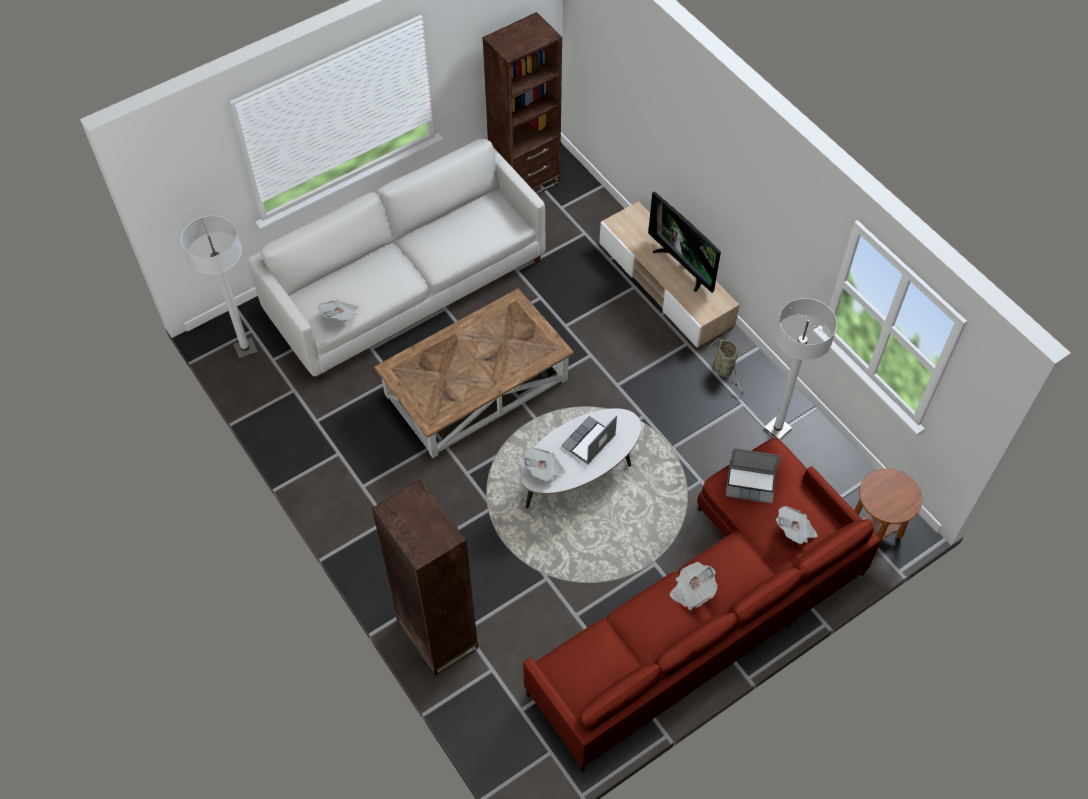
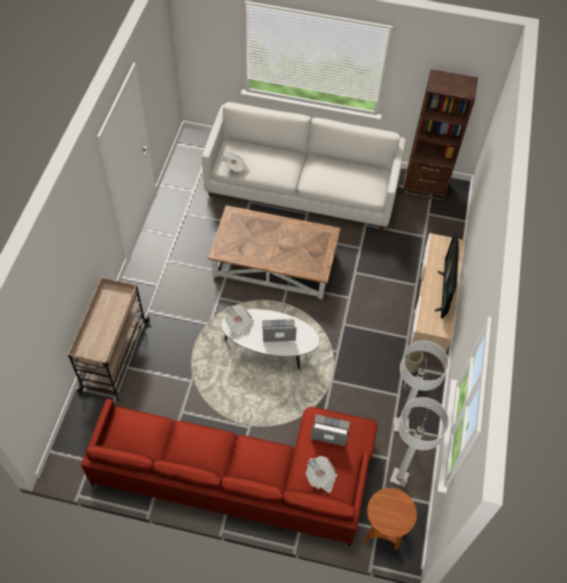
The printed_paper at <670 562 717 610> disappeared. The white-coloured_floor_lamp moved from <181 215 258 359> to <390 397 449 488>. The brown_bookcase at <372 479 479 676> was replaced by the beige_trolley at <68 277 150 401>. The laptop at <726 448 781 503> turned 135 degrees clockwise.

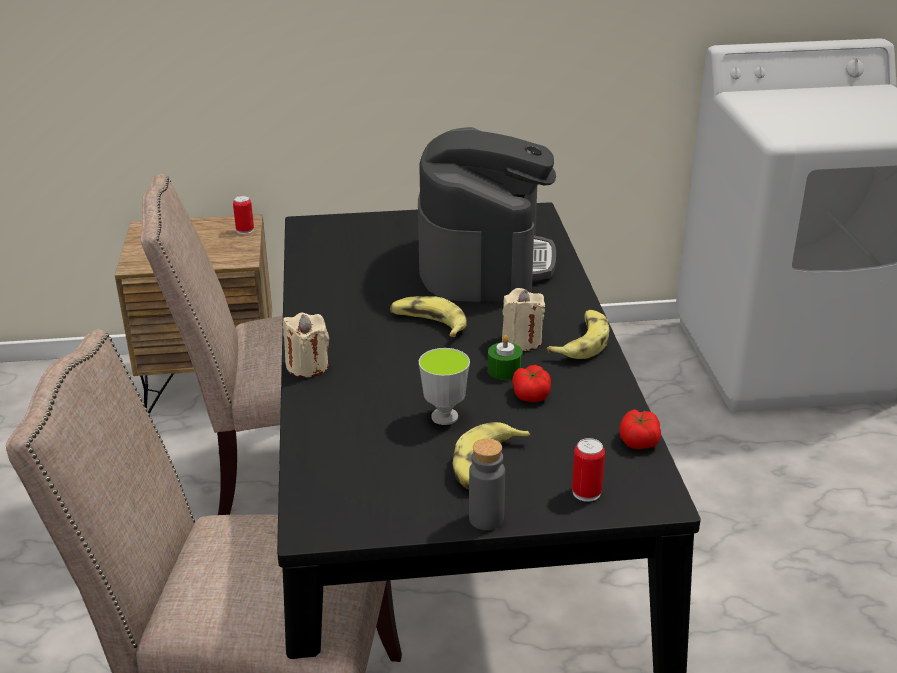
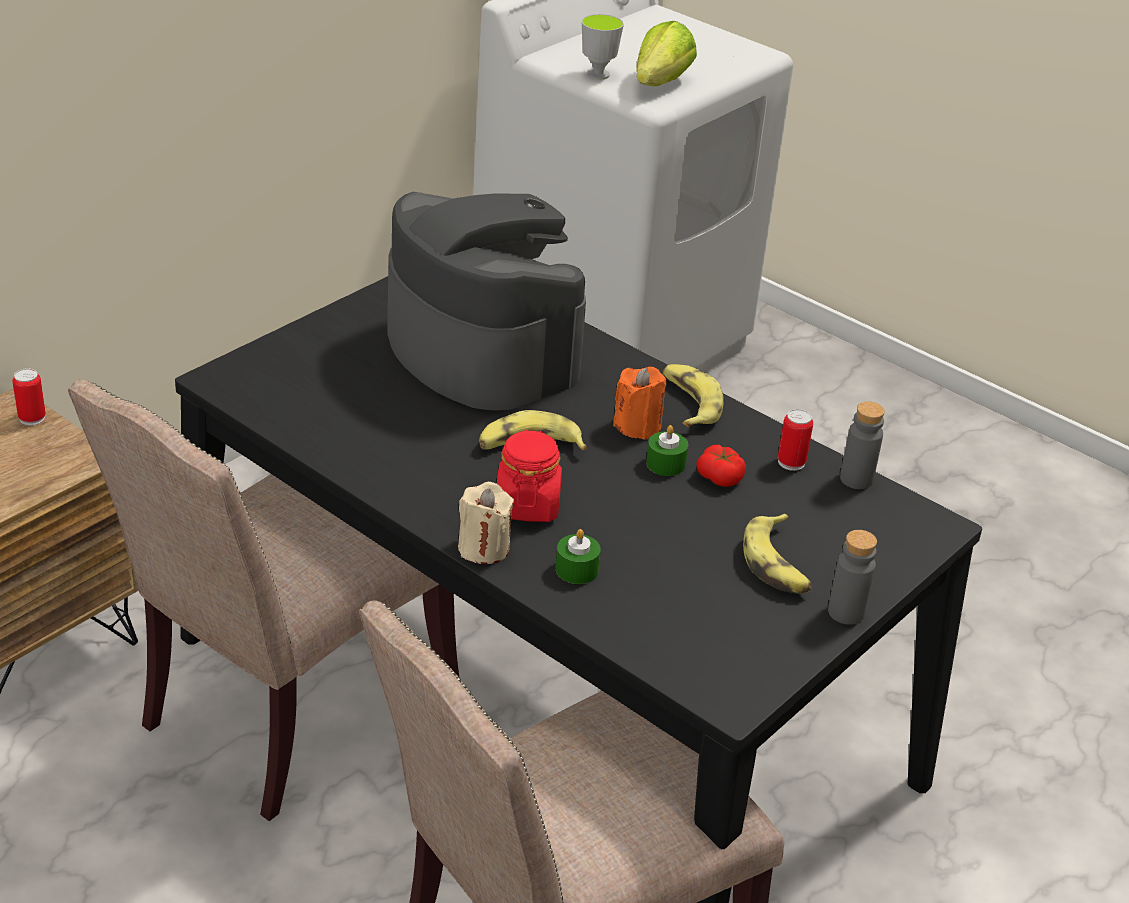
The reddish_jar at <497 430 562 522> appeared. The greenish_candle at <556 529 601 584> appeared. The lettuce_head at <636 21 697 86> appeared. The small_cup moved from <419 348 470 425> to <581 14 624 80>. The metal_can moved from <572 438 605 502> to <778 409 813 471>. The fresh_tomato at <619 409 661 450> was replaced by the greyish_drink_bottle at <840 402 885 489>. The beige_candle at <502 288 545 351> became the orangey_candle at <613 367 667 440>.

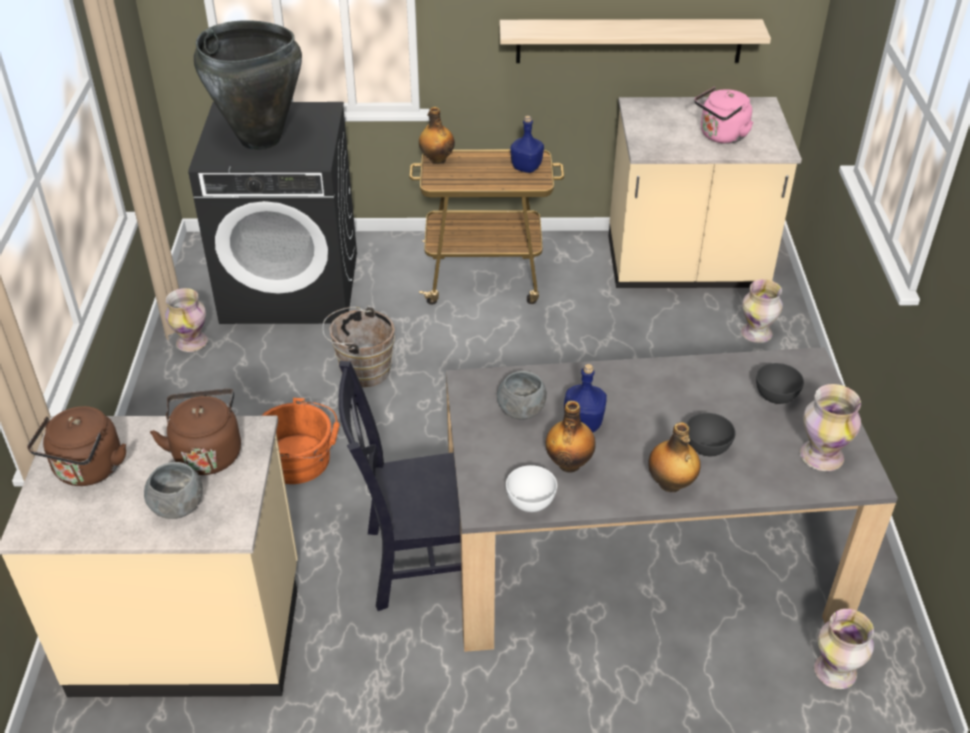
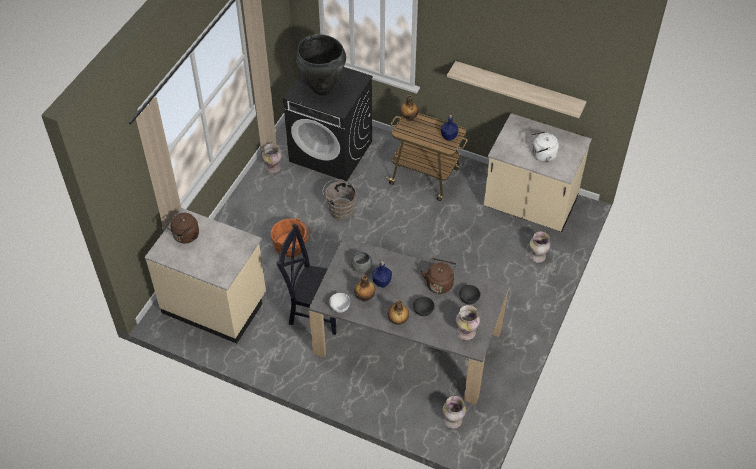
The greyish_serving_bowl at <144 462 203 519> disappeared. The brown_kettle moved from <150 389 241 475> to <421 258 457 294>. The pinkish_kettle at <694 87 754 144> became the white-coloured_kettle at <530 131 559 162>.

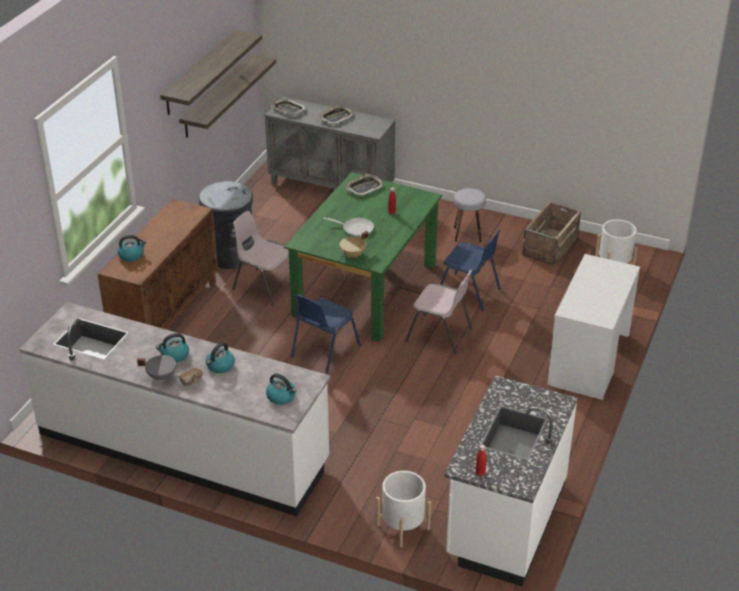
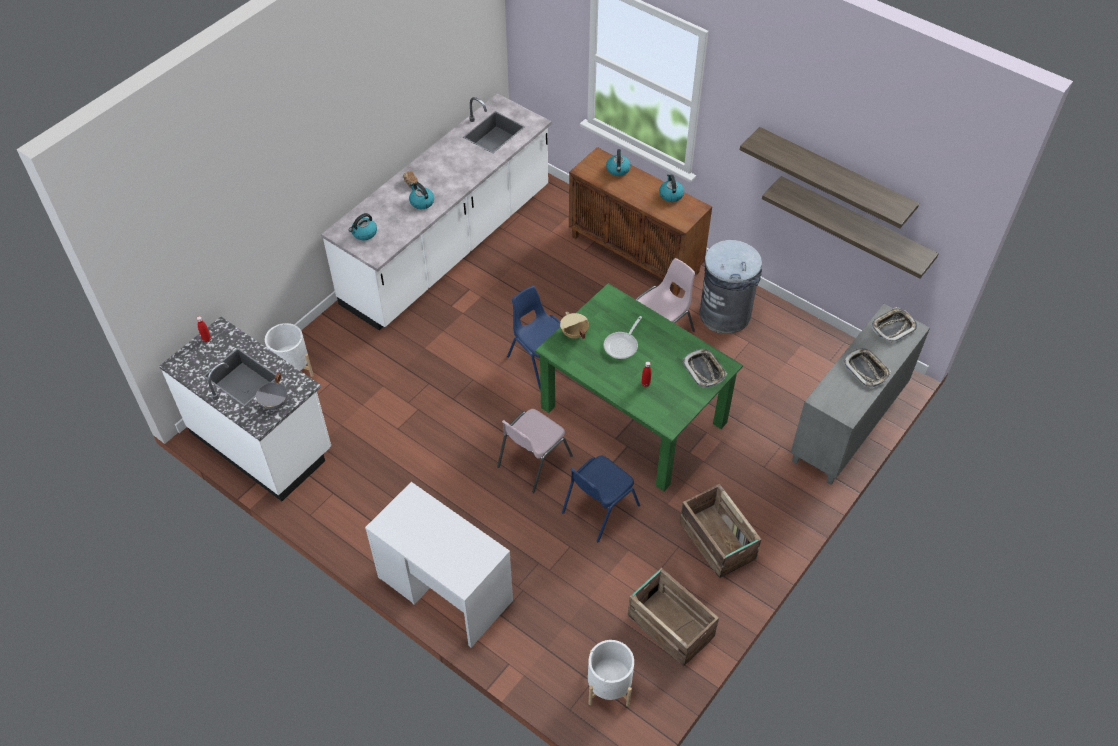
The greyish_cooking_pot moved from <137 355 180 382> to <256 372 287 410>. The kettle moved from <156 333 189 363> to <659 174 684 202>. The greyish_sitting_stool at <454 188 486 242> was replaced by the shipping_crate at <679 484 762 578>.

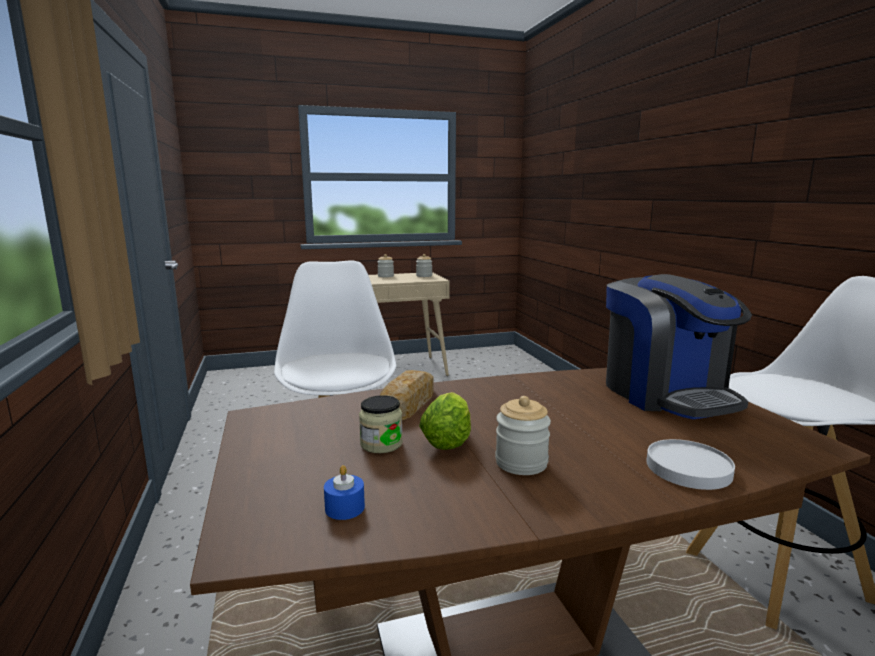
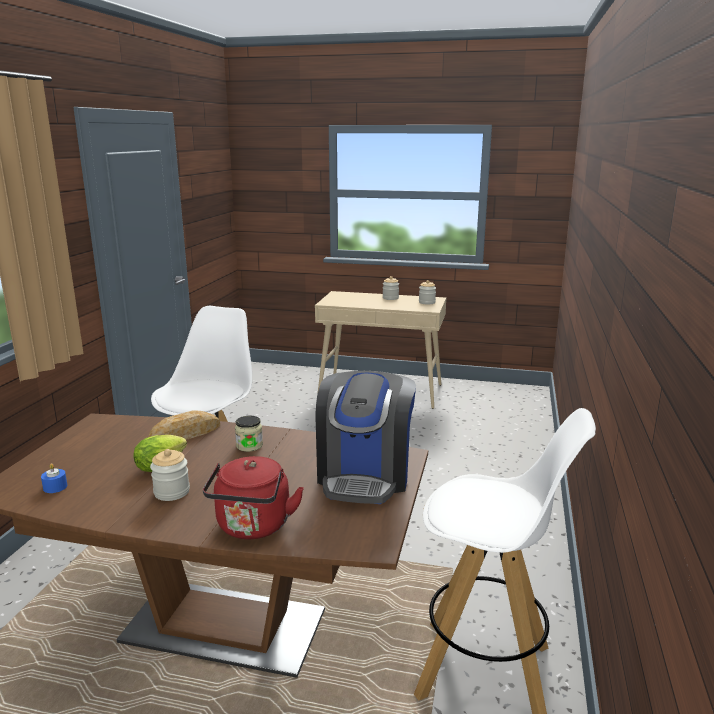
The jar moved from <359 395 403 453> to <235 416 263 452>. The white-coloured_flat_dish at <646 439 735 490> was replaced by the reddish_kettle at <203 456 304 539>.

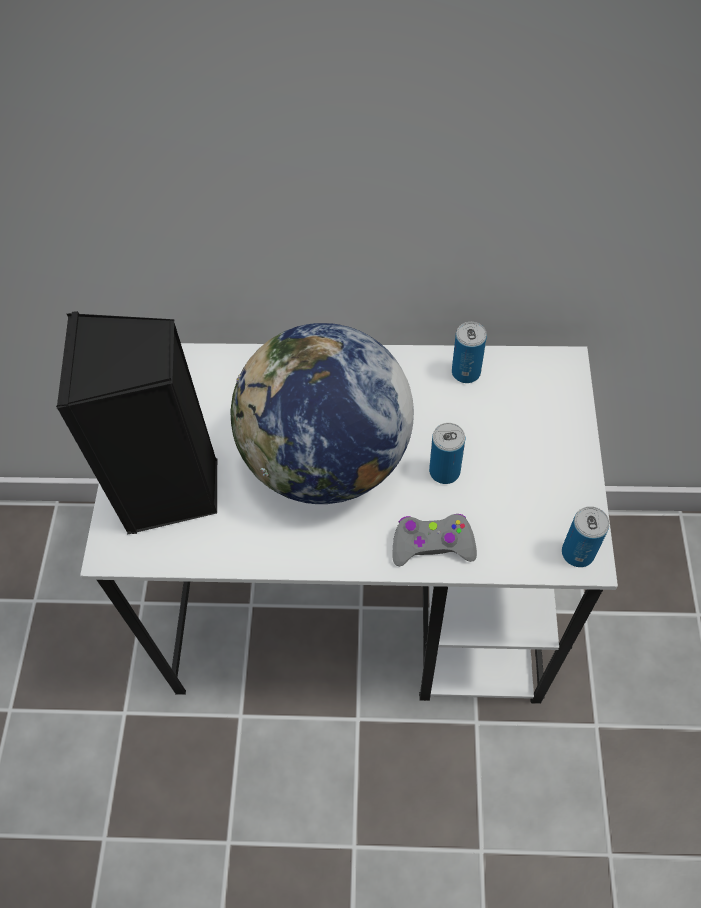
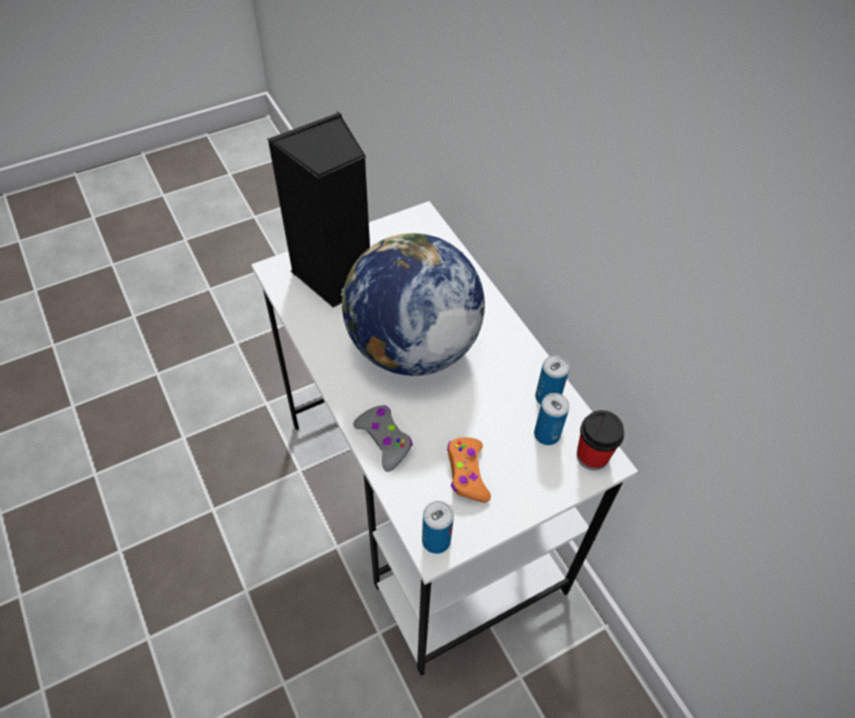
The orangey_game_controller at <447 437 491 503> appeared. The small_cup at <577 410 624 471> appeared. The metal_can moved from <429 423 465 484> to <534 393 569 445>.

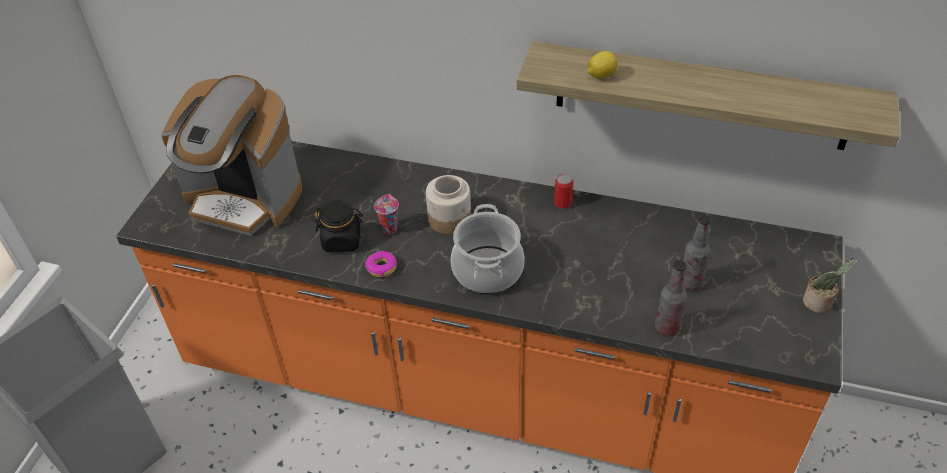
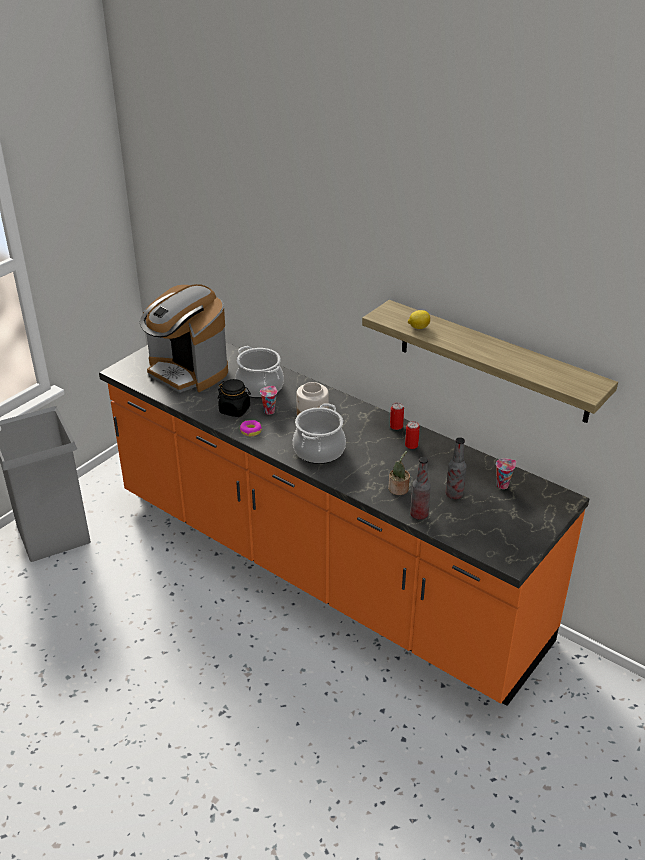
The cooking_pot at <235 346 284 398> appeared. The metal_can at <405 421 420 449> appeared. The small_cup at <496 458 516 489> appeared. The potted_plant moved from <803 258 855 313> to <388 451 410 495>.

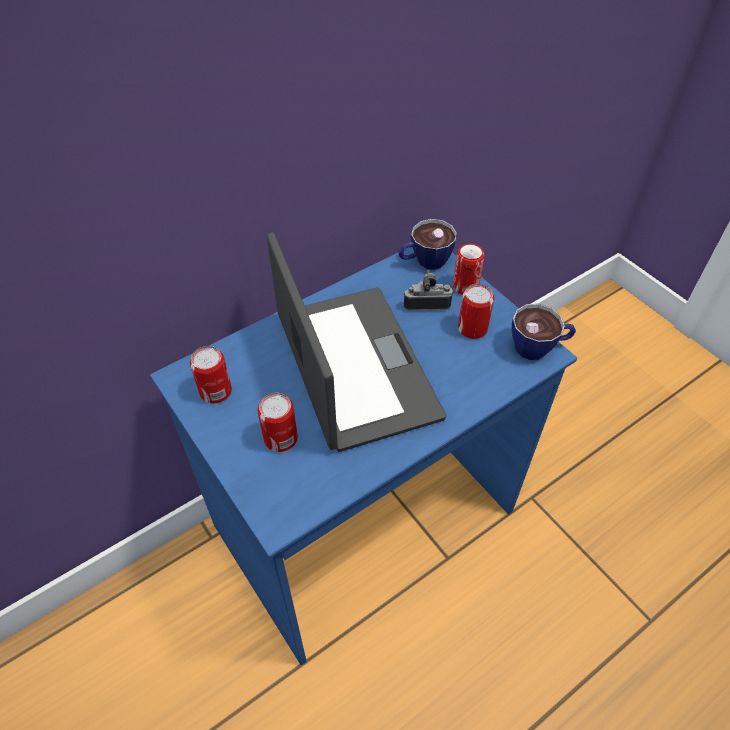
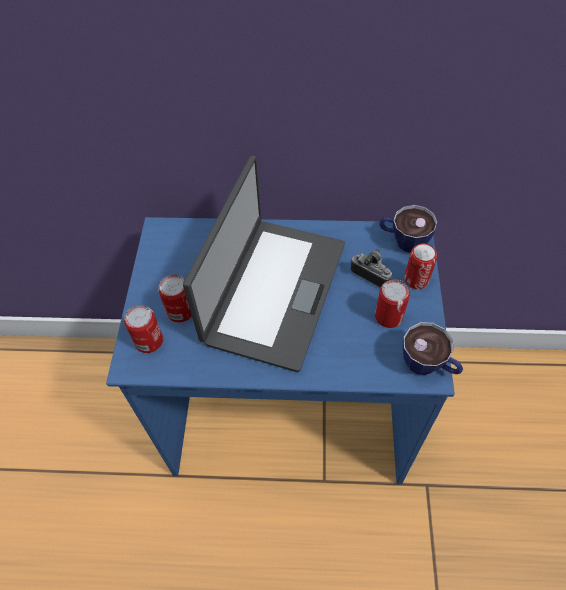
The metal_can moved from <190 346 232 404> to <124 305 163 353>.

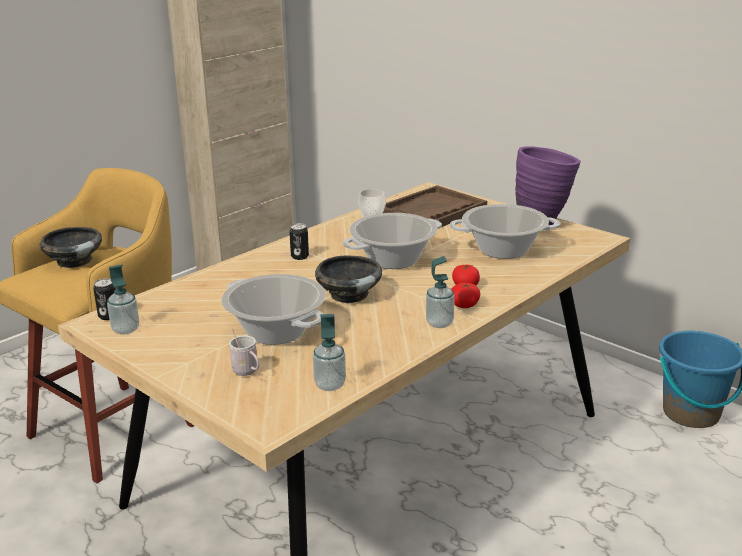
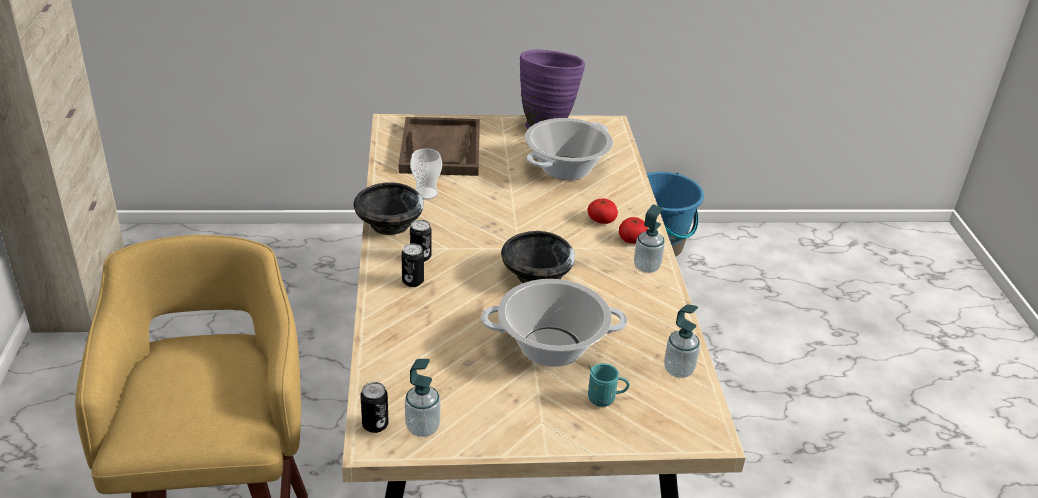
The cooking_pot at <343 213 442 269> disappeared. The metal_can at <401 243 424 287> appeared. The black-coloured_serving_bowl moved from <40 227 102 268> to <354 183 424 235>. The white-coloured_mug at <229 329 260 376> became the turquoise-coloured_mug at <588 363 630 407>.

